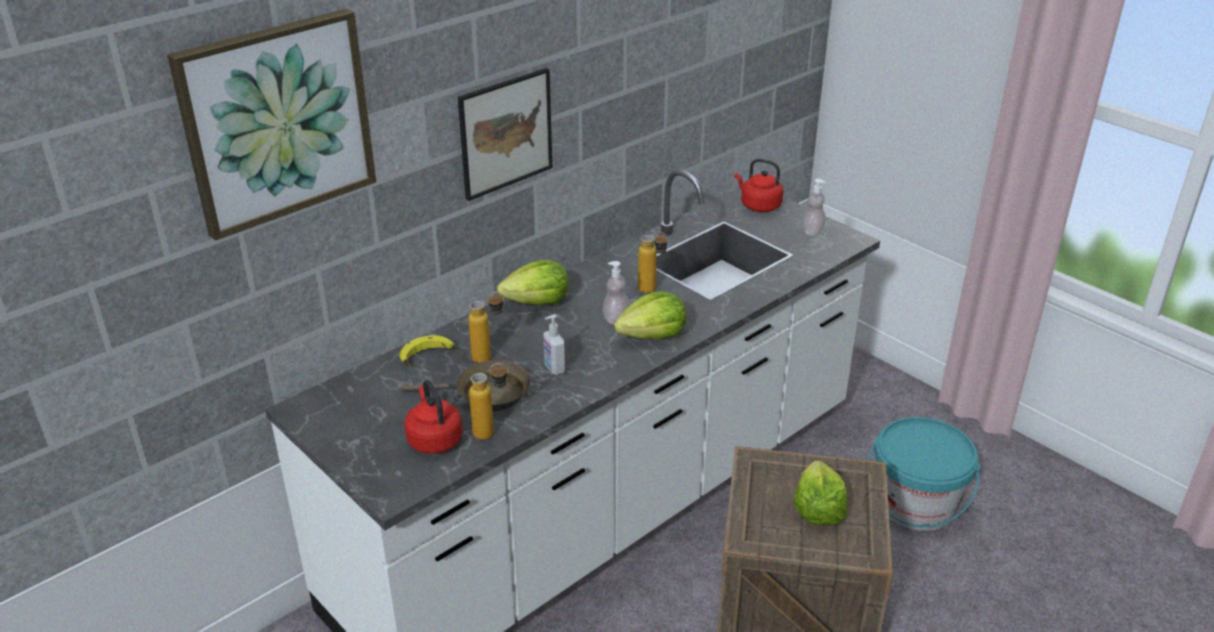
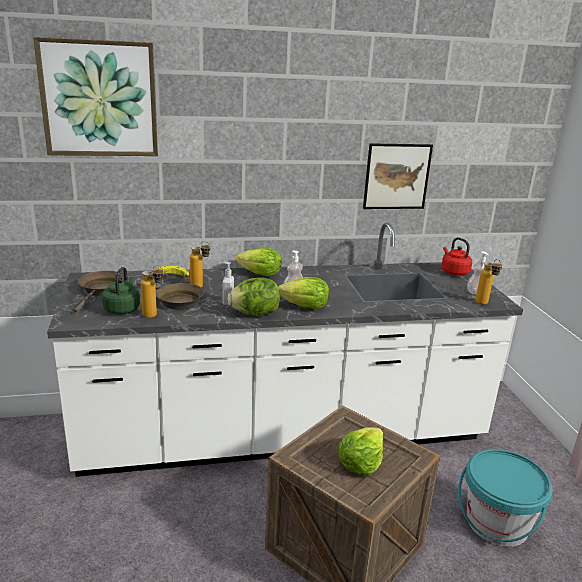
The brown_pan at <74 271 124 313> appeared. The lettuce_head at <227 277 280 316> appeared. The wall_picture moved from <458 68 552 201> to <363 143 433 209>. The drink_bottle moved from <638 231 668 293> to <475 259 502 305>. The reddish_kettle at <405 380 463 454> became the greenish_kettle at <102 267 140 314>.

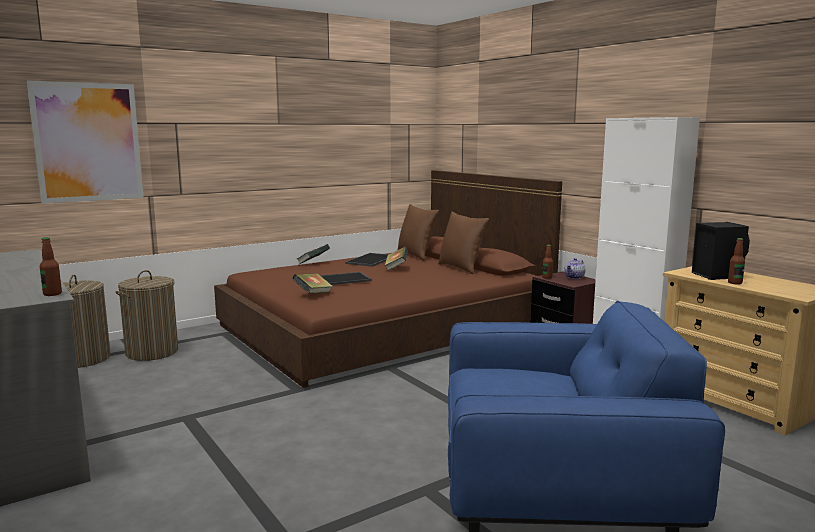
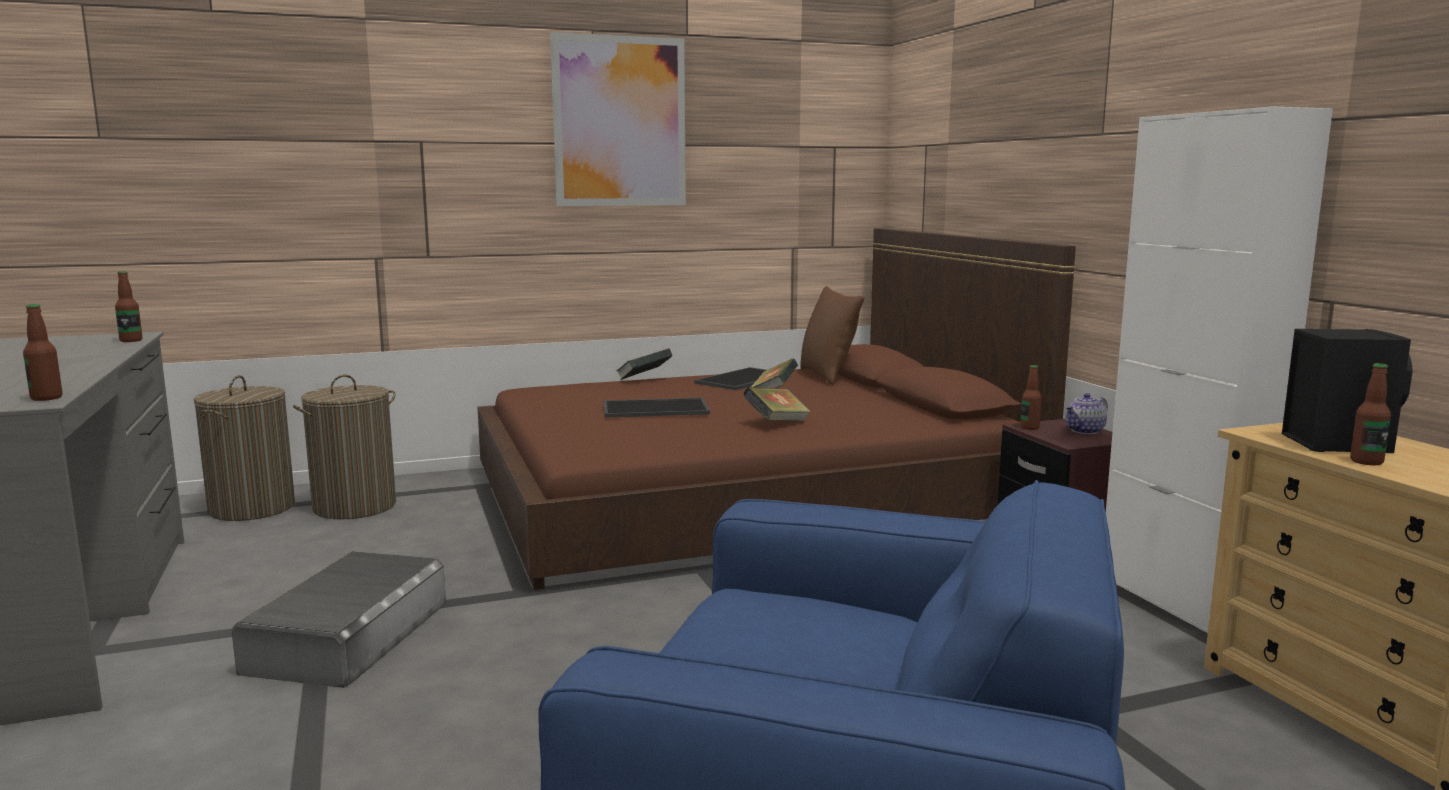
The brown_cushion at <438 212 489 274> disappeared. The drink_bottle at <115 271 142 342> appeared. The greyish_storage_bin at <231 551 446 688> appeared. The wall_picture moved from <26 80 144 204> to <550 32 686 206>. The volume moved from <292 273 333 294> to <743 387 811 421>.

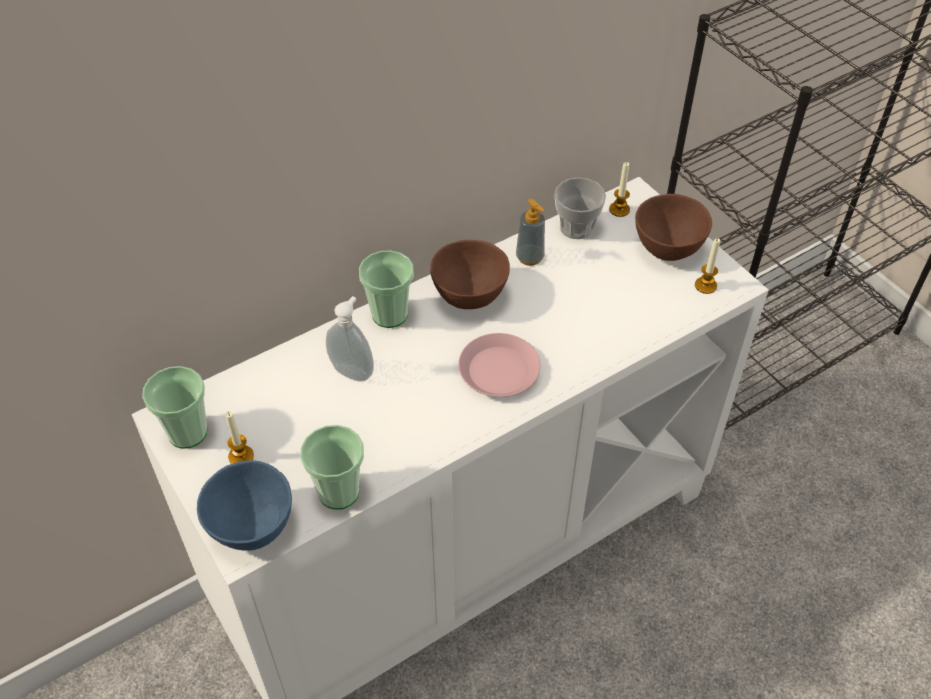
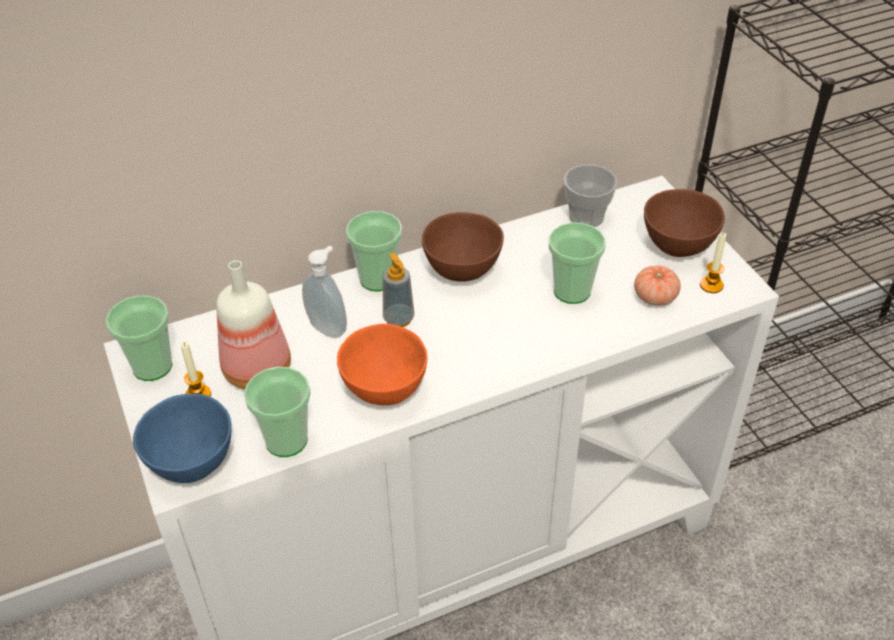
The pinkish_flat_dish at <458 333 540 397> disappeared. The candle at <609 162 630 217> disappeared. The drink_bottle at <216 260 291 389> appeared. The orangey_serving_bowl at <337 324 427 405> appeared. The small_cup at <549 222 606 304> appeared. The fresh_tomato at <634 265 681 306> appeared. The soap_dispenser moved from <516 198 545 266> to <383 253 414 327>.

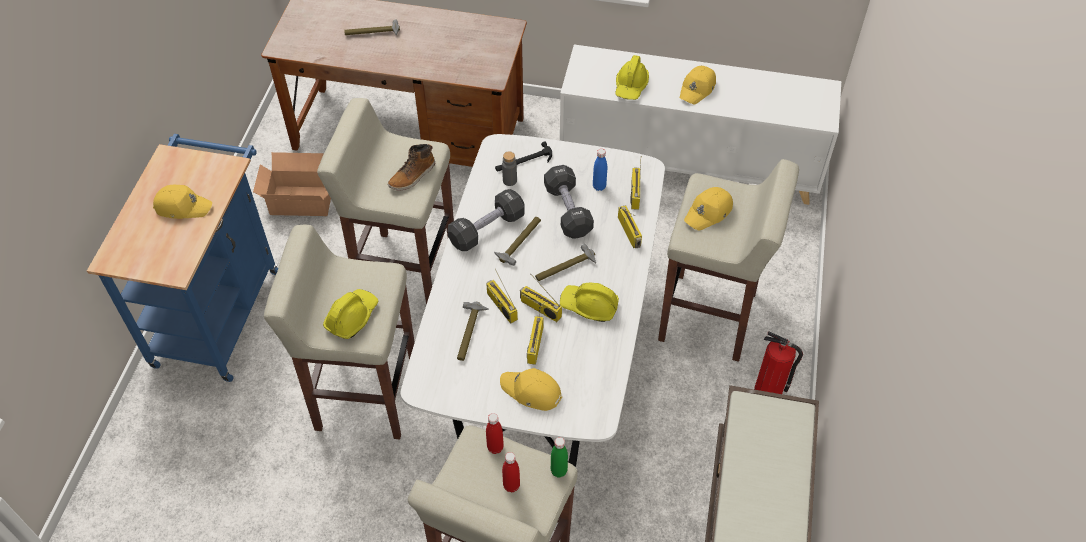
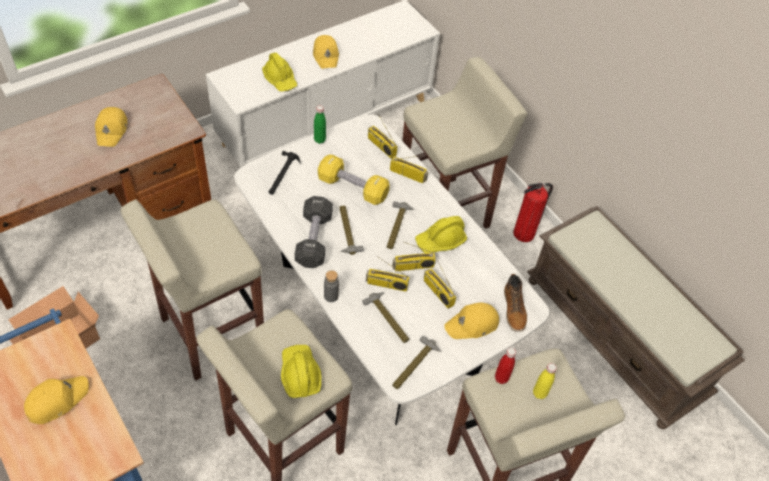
The blue_drink_bottle at <593 149 607 191> disappeared. The hand_hammer moved from <344 19 400 35> to <392 336 441 389>. The tall_boot moved from <388 144 435 191> to <504 274 527 332>. The greyish_drink_bottle moved from <502 151 517 186> to <324 270 339 302>. The greenish_drink_bottle moved from <551 437 568 478> to <314 106 326 144>. The yellowish_peaked_cap moved from <684 187 733 230> to <95 107 127 147>. The reddish_drink_bottle at <502 452 520 492> became the yellowish_drink_bottle at <533 363 557 399>. The black-coloured_free_weight at <544 165 594 239> became the yellowish_free_weight at <318 155 390 205>.

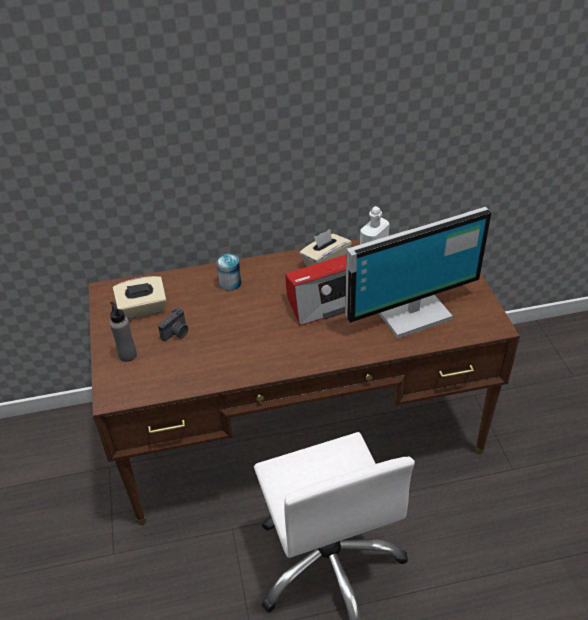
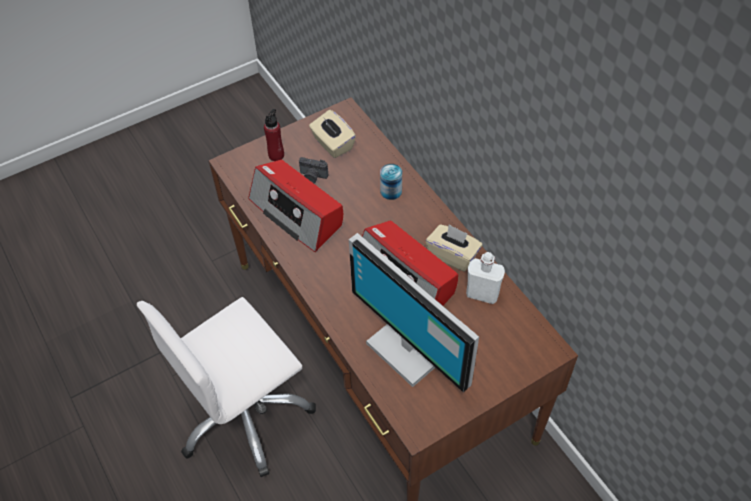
The radio_set at <248 160 343 252> appeared. The greyish_drink_bottle at <110 302 137 362> became the reddish_drink_bottle at <264 109 284 161>.

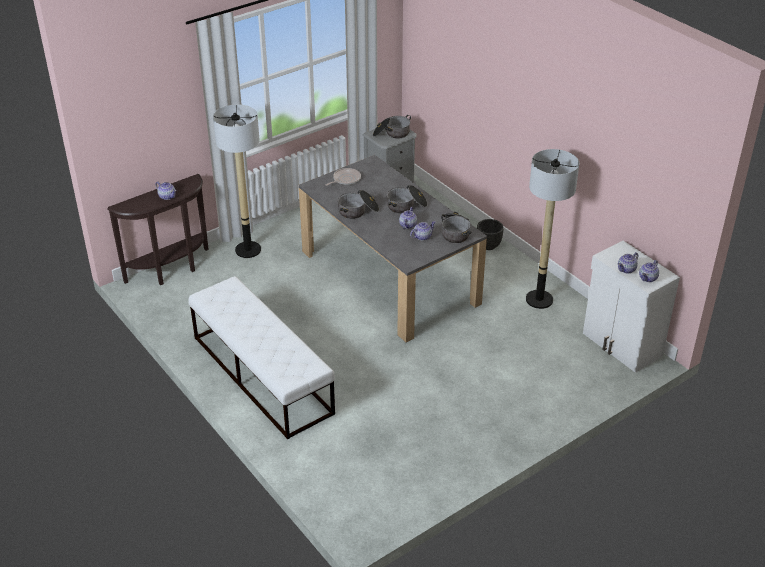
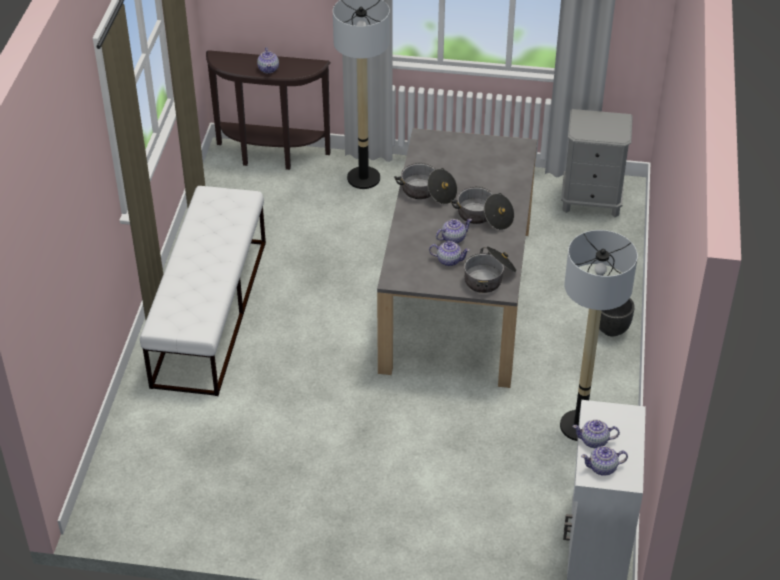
The pan at <326 168 361 186> disappeared. The cooking_pot at <373 115 411 138> disappeared.

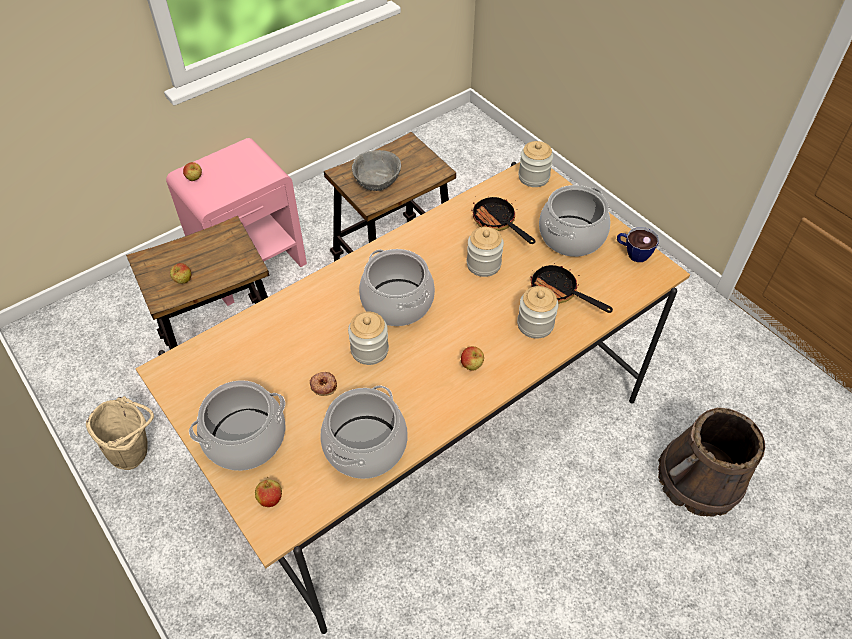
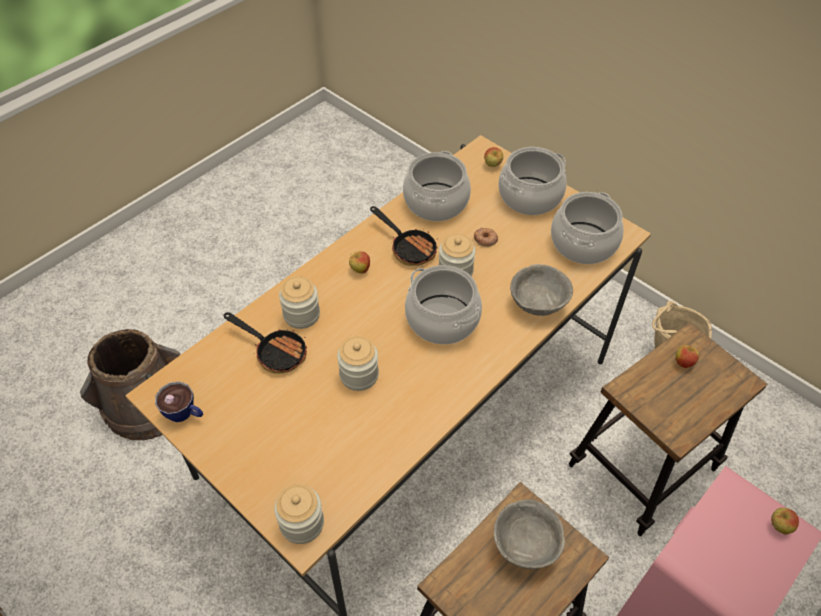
The greyish_serving_bowl at <510 264 573 316> appeared. The pan moved from <471 197 535 244> to <370 206 438 266>. The cooking_pot moved from <539 185 610 257> to <551 192 624 264>.

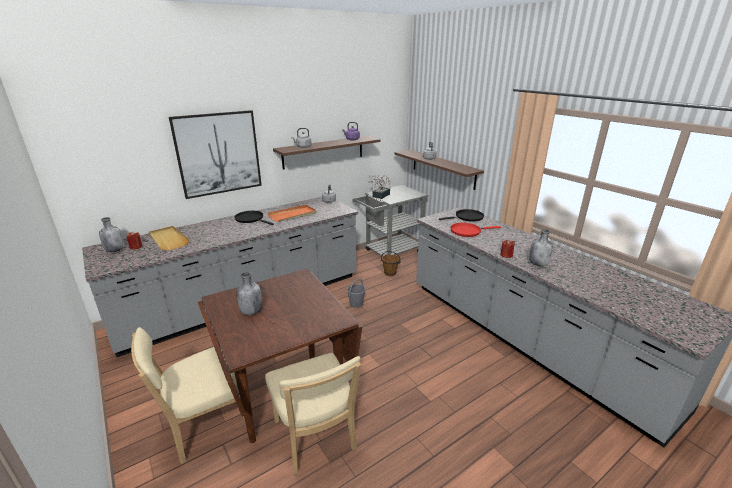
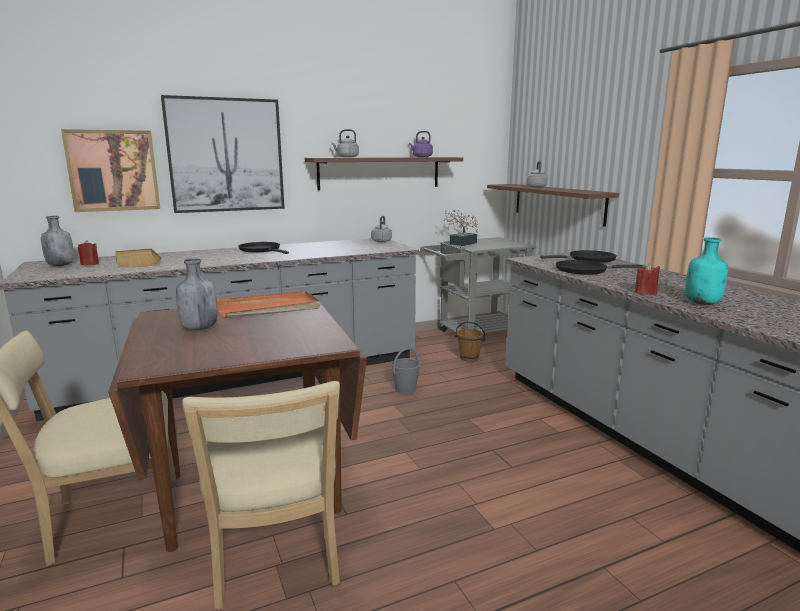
The wall_picture at <61 129 160 212> appeared. The orangey_serving_tray moved from <268 205 317 222> to <217 291 320 319>. The reddish_pan at <450 223 501 237> became the black-coloured_pan at <556 260 643 275>. The greyish_drink_bottle at <529 229 553 266> became the turquoise-coloured_drink_bottle at <685 237 728 305>.

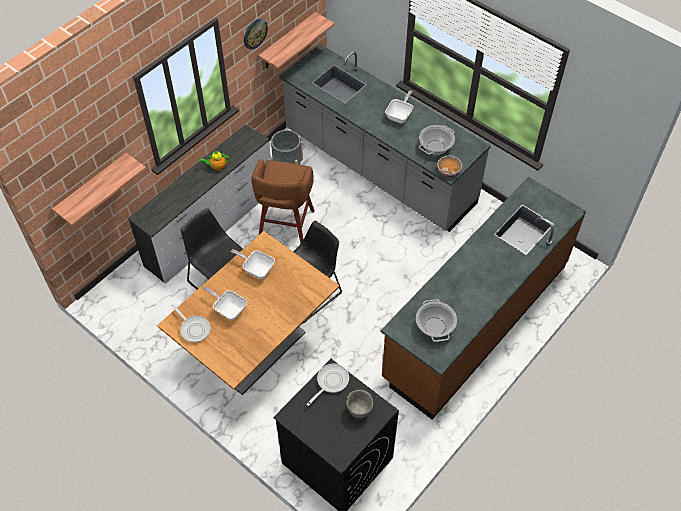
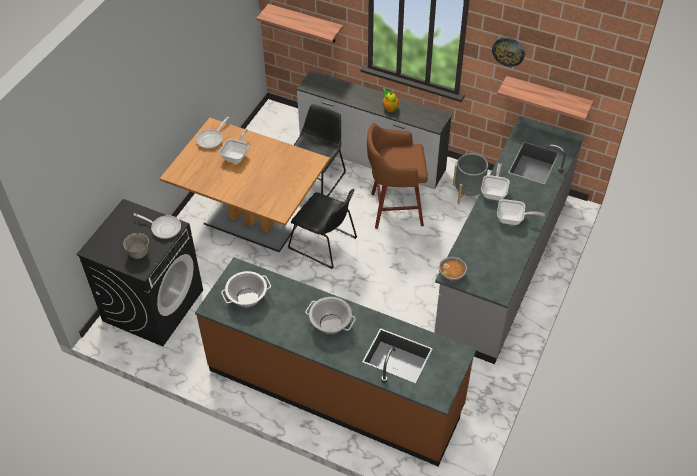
The pan moved from <231 249 275 279> to <481 163 509 201>. The cooking_pot moved from <419 125 455 155> to <305 297 356 334>.

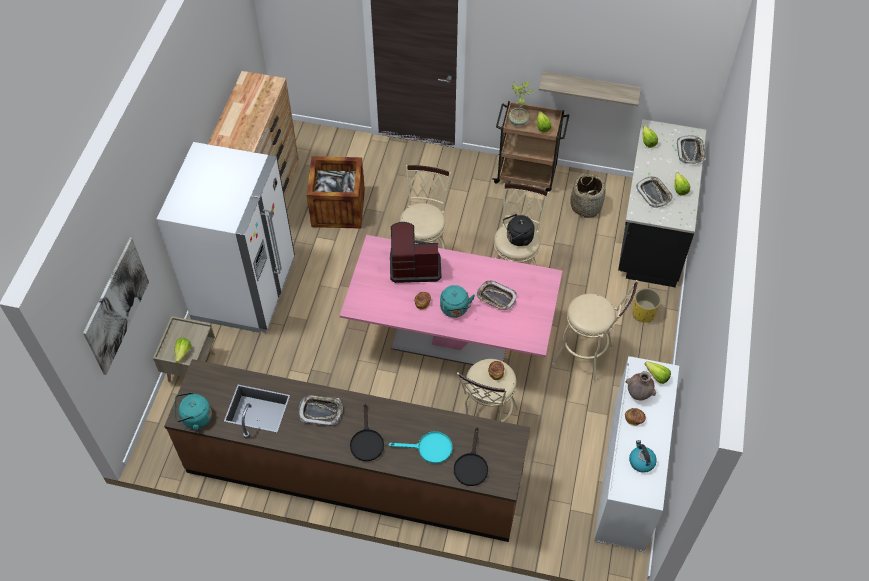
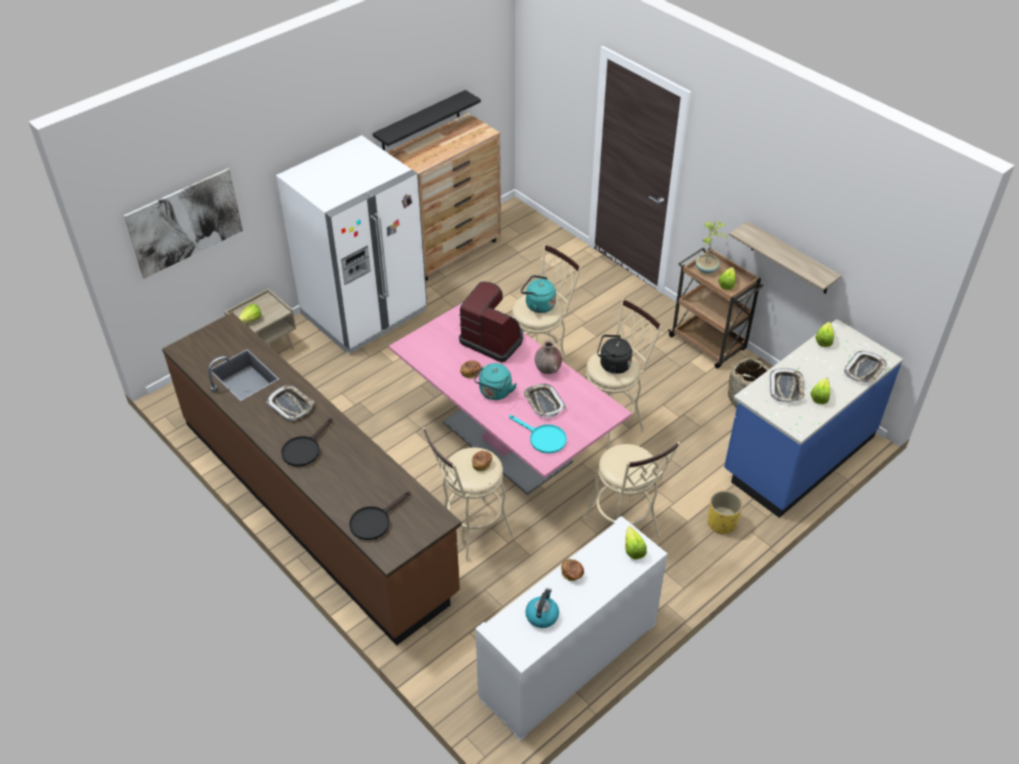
The shipping_crate at <307 156 365 229> disappeared. The black-coloured_bracket_shelf at <373 90 481 151> appeared. The turquoise-coloured_kettle moved from <175 392 212 430> to <520 275 556 313>. The turquoise-coloured_pan moved from <389 431 452 463> to <509 415 567 454>. The brown_vase moved from <626 371 656 401> to <535 340 562 374>. The black-coloured_kitchen_base_unit at <618 119 706 287> became the blue_kitchen_base_unit at <724 319 903 518>.

